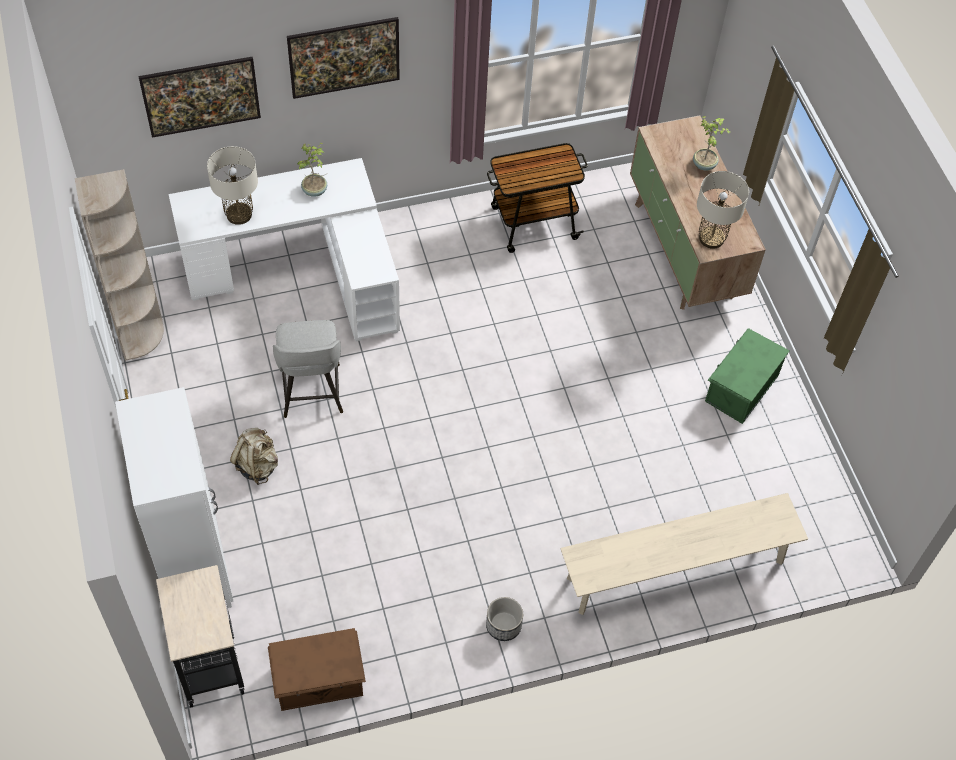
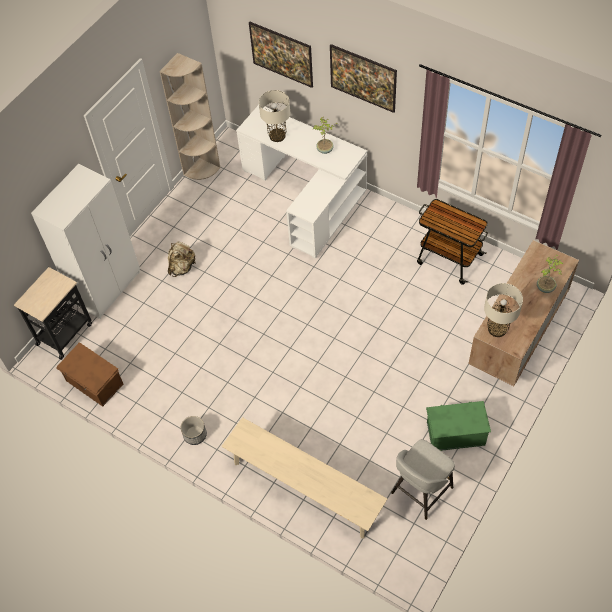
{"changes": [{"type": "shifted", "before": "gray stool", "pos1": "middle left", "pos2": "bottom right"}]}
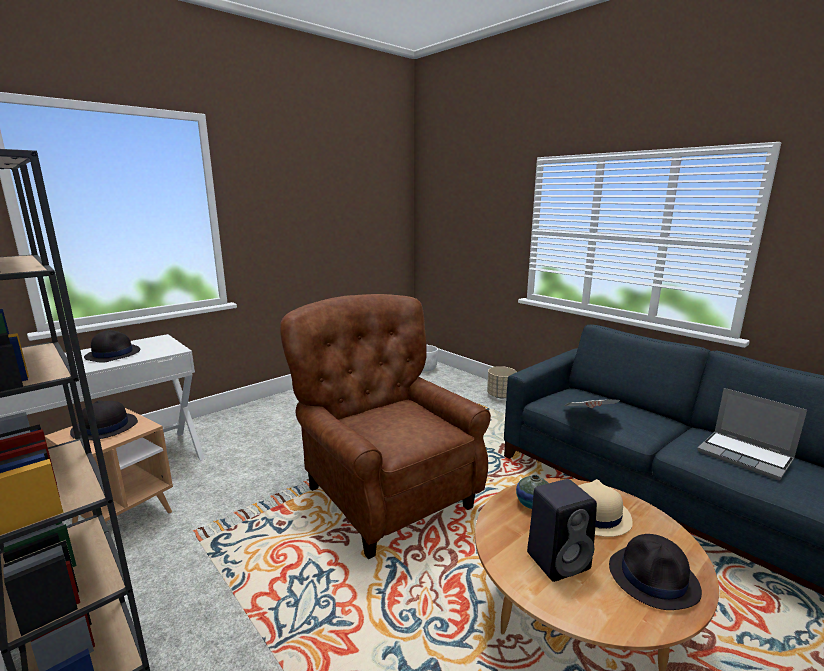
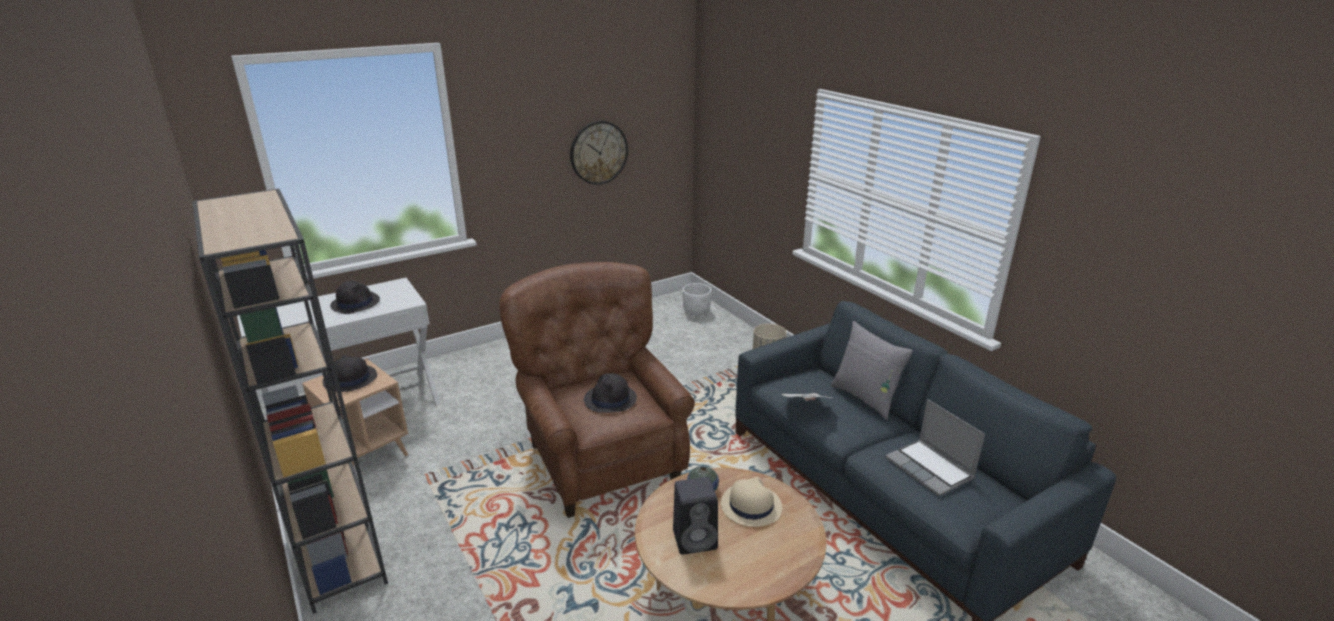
{"changes": [{"type": "shifted", "before": "black-coloured wearable hat (no. 3 from left)", "pos1": "bottom right", "pos2": "centre"}, {"type": "new", "after": "wall clock", "pos2": "top centre"}, {"type": "new", "after": "gray pillow", "pos2": "centre"}]}
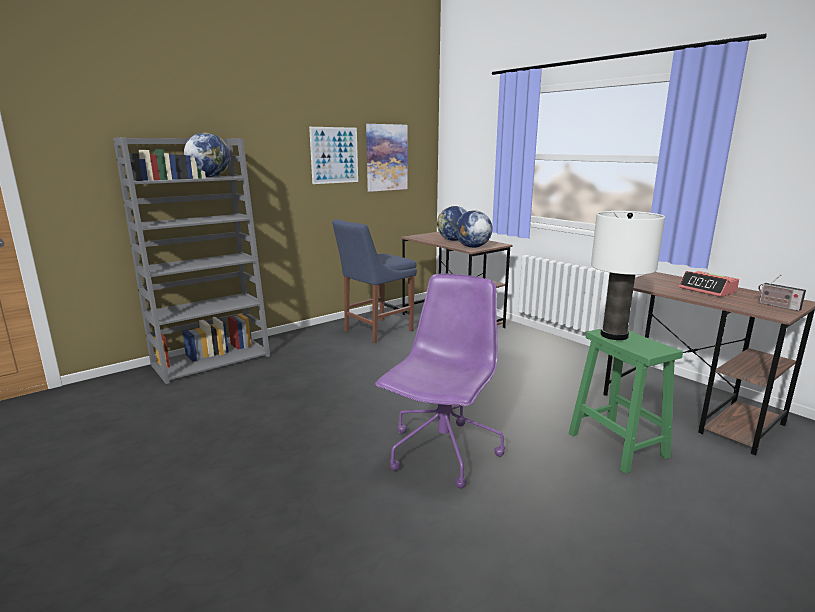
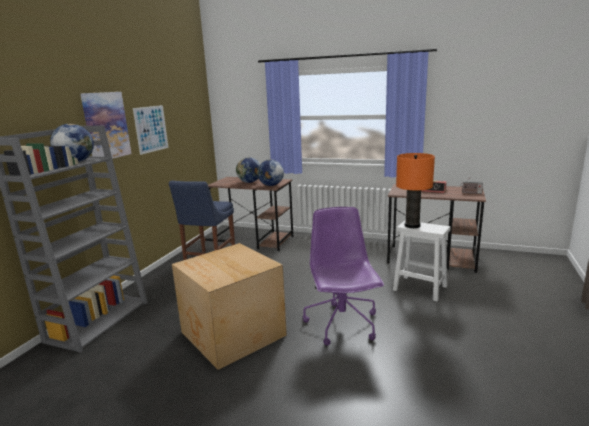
{"changes": [{"type": "shifted", "before": "wall picture (no. 2 from left in the first image)", "after": "wall picture (no. 1 from left)", "pos1": "top centre", "pos2": "top left"}, {"type": "repainted", "before": "green stool", "after": "white stool", "pos1": "middle right", "pos2": "middle right"}, {"type": "repainted", "before": "white table lamp", "after": "orangey table lamp", "pos1": "middle right", "pos2": "middle right"}, {"type": "new", "after": "carton", "pos2": "bottom centre"}]}
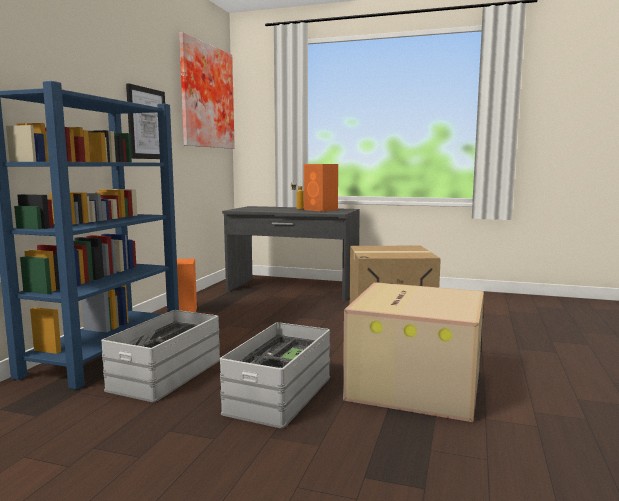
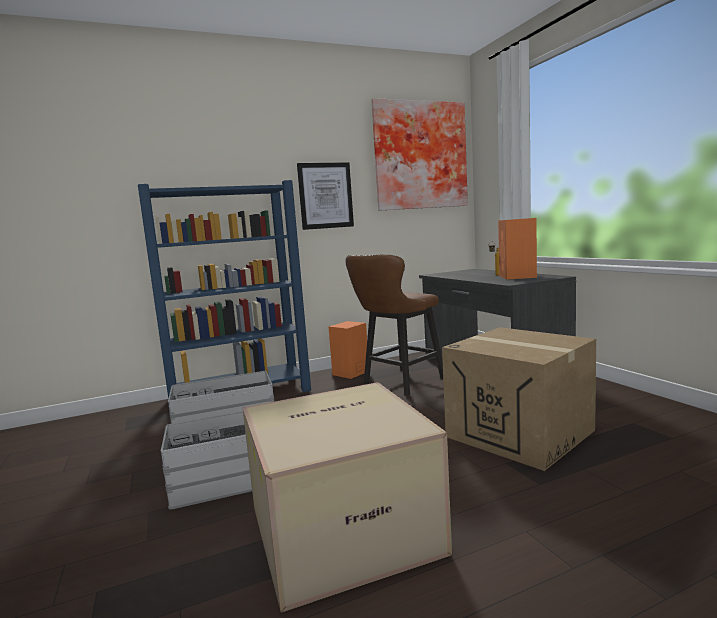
{"changes": [{"type": "new", "after": "brown stool", "pos2": "centre"}]}
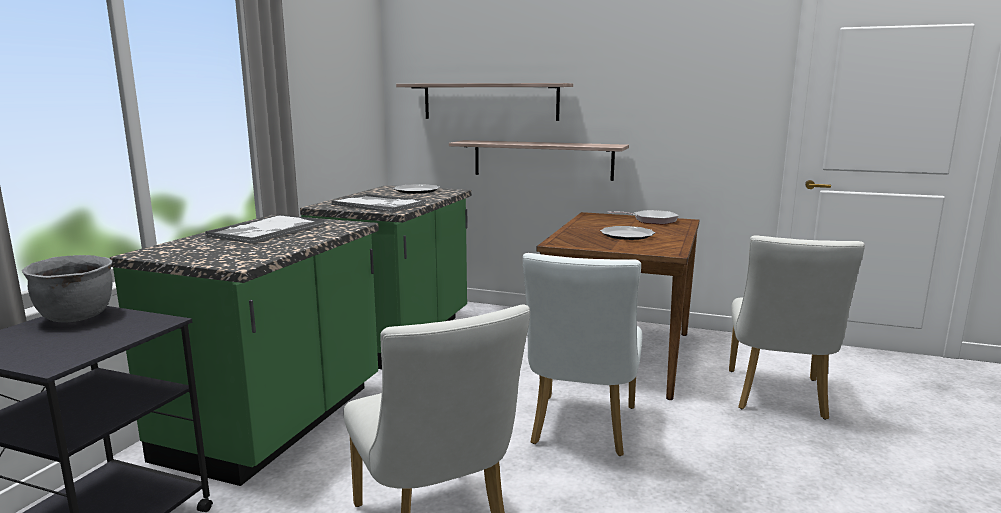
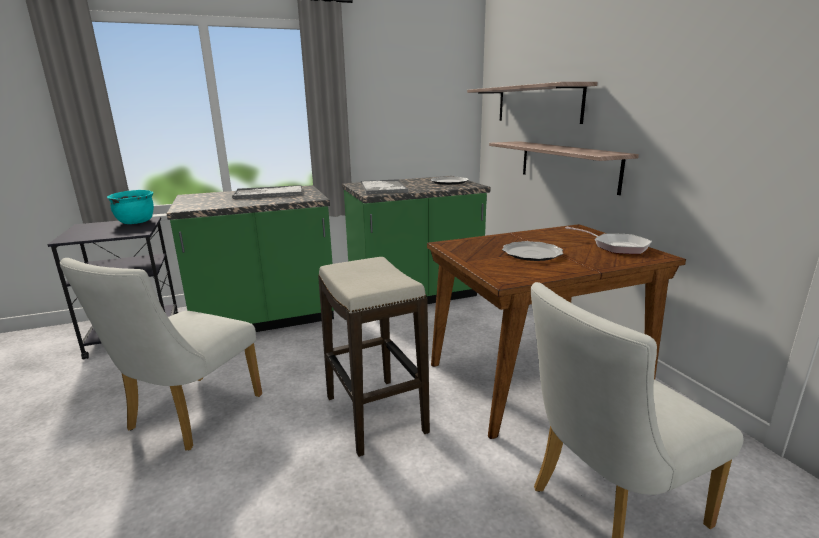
{"changes": [{"type": "repainted", "before": "gray cooking pot", "after": "blue-green cooking pot", "pos1": "middle left", "pos2": "middle left"}, {"type": "swapped", "before": "white chair (no. 2 from left)", "after": "stool", "pos1": "bottom centre", "pos2": "centre"}]}
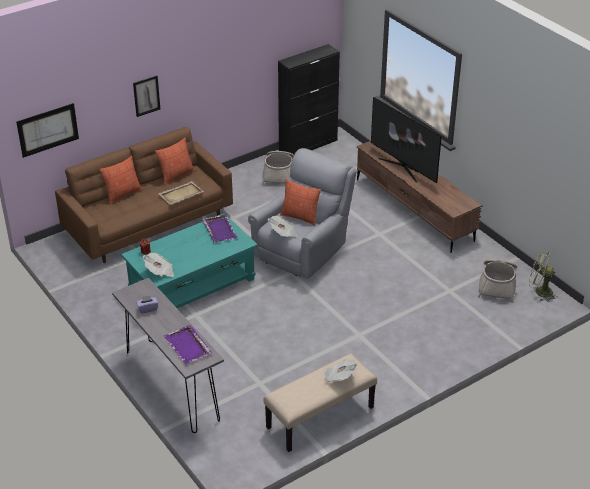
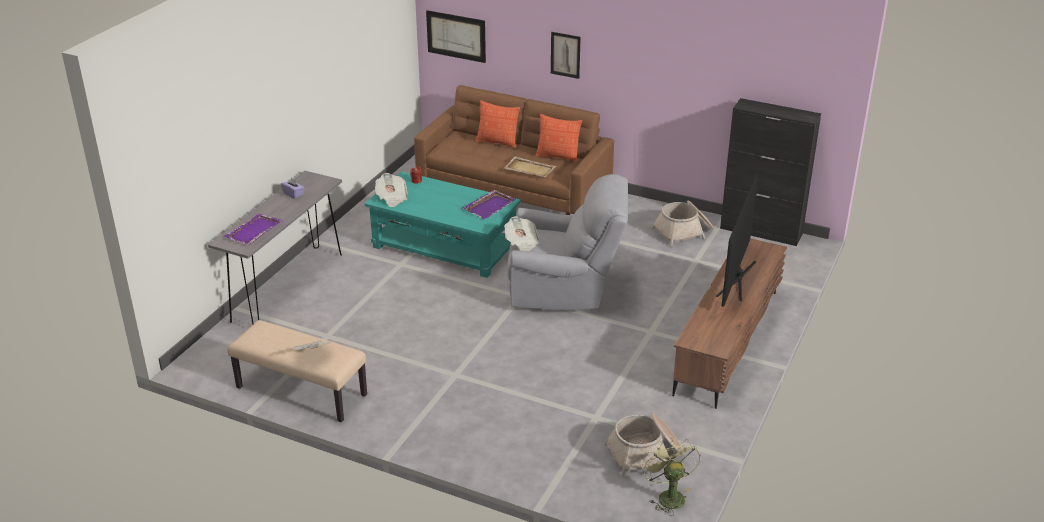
{"changes": [{"type": "gone", "before": "orangey pillow (no. 3 from left)", "pos1": "centre"}]}
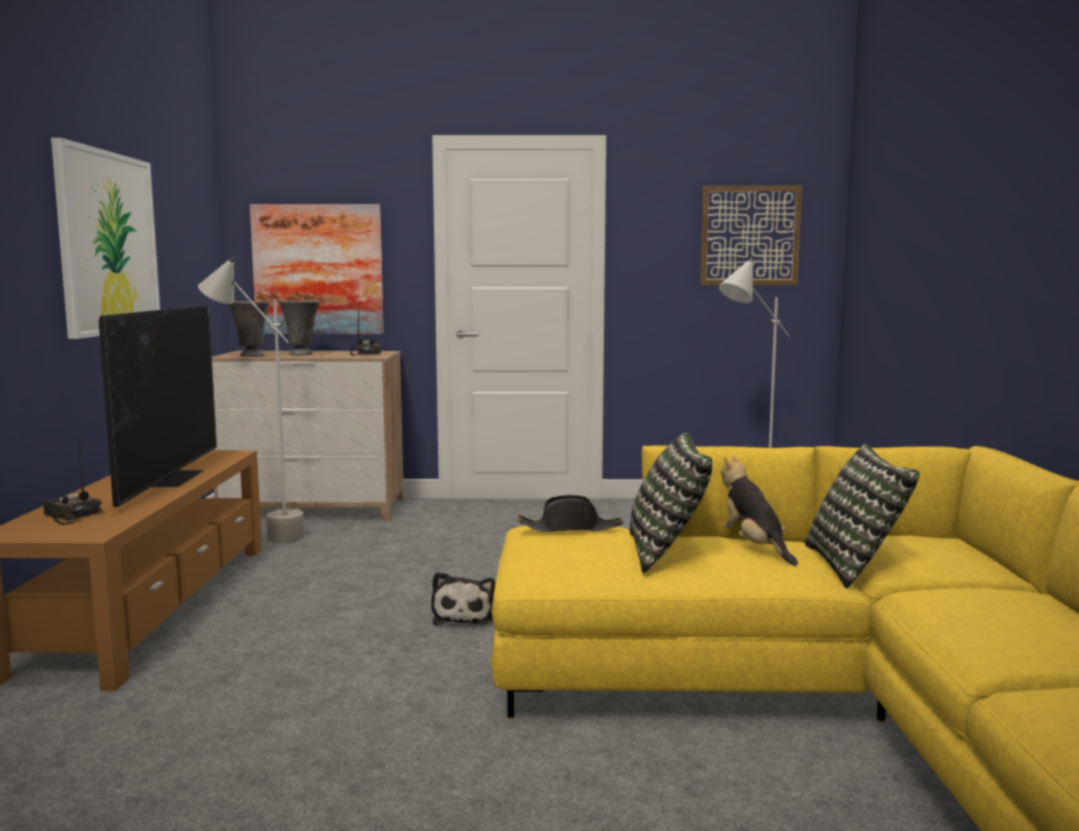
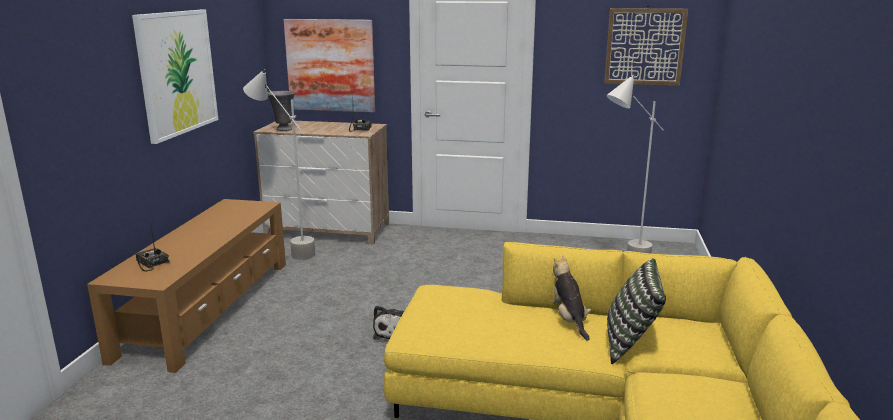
{"changes": [{"type": "gone", "before": "TV set", "pos1": "middle left"}, {"type": "gone", "before": "gray flower vase (no. 2 from left)", "pos1": "middle left"}, {"type": "gone", "before": "black-coloured wearable hat", "pos1": "centre"}, {"type": "gone", "before": "pillow (no. 1 from left)", "pos1": "centre"}]}
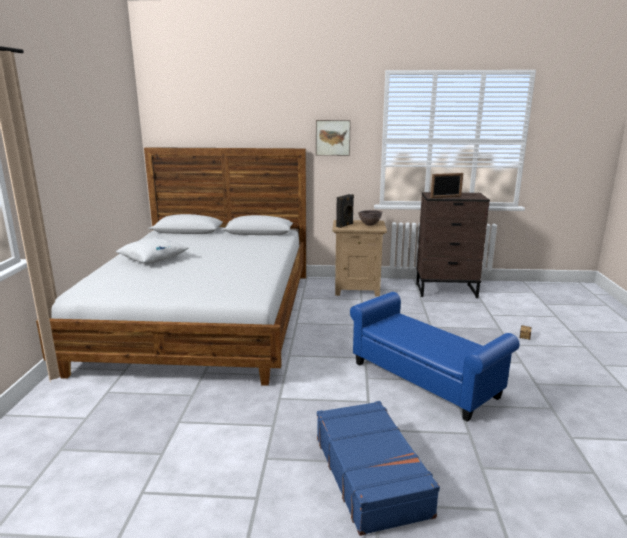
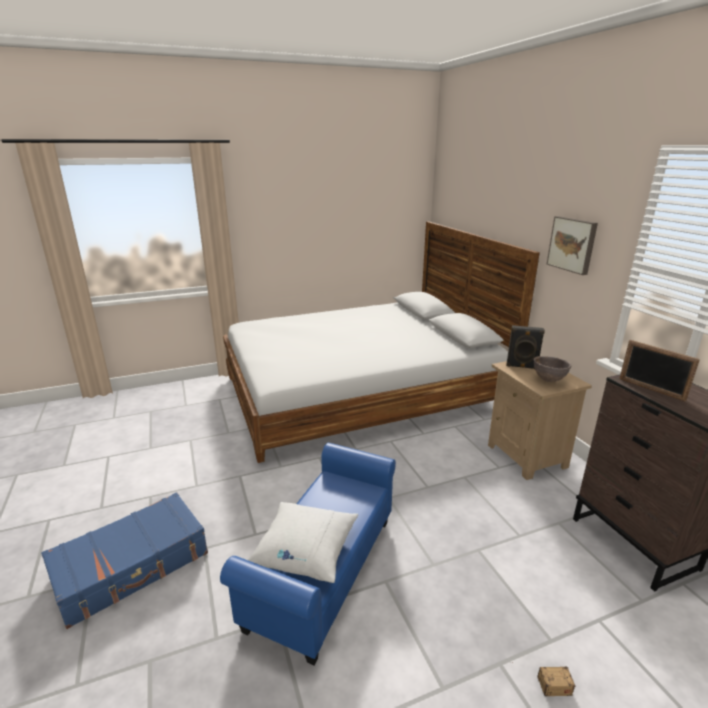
{"changes": [{"type": "shifted", "before": "gray pillow", "pos1": "middle left", "pos2": "bottom centre"}]}
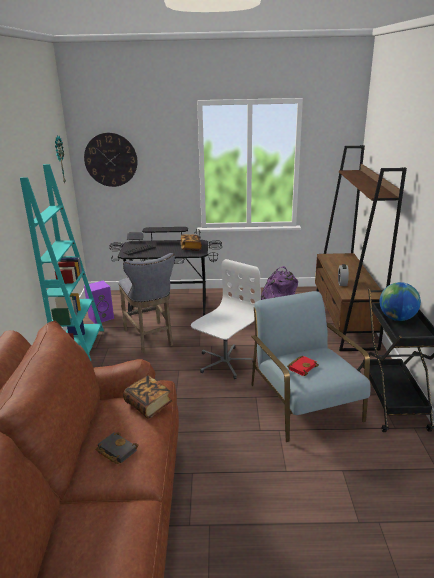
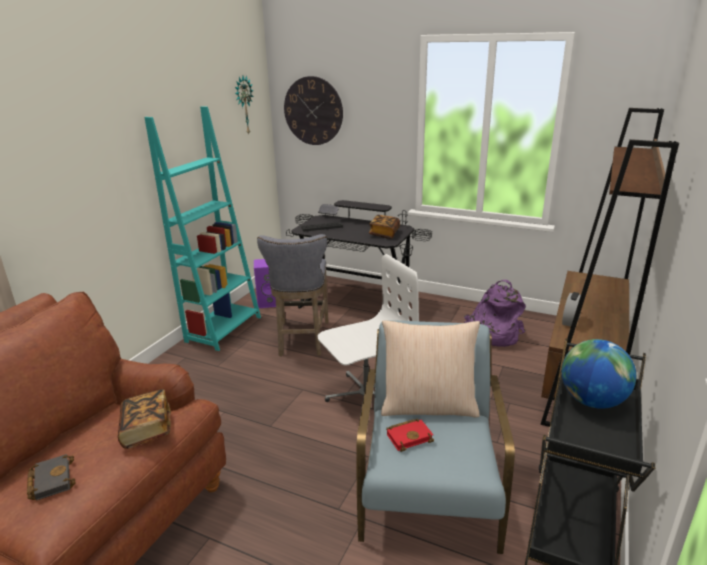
{"changes": [{"type": "new", "after": "beige pillow", "pos2": "centre"}]}
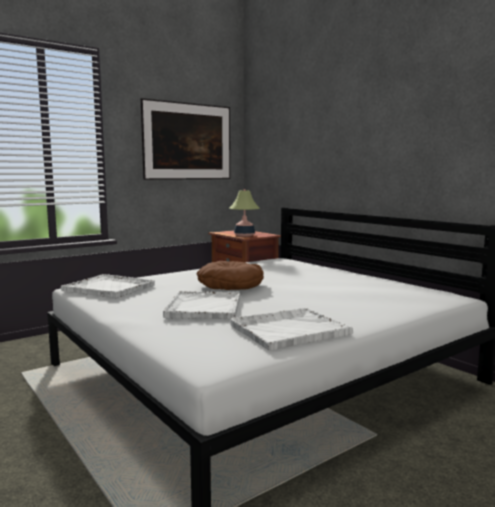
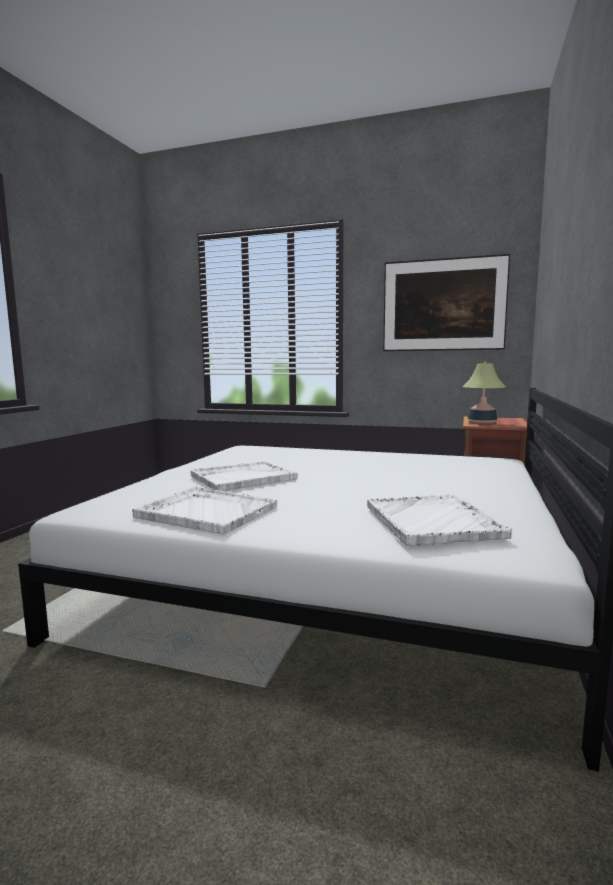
{"changes": [{"type": "shifted", "before": "white tray (no. 1 from left in the first image)", "after": "white tray (no. 3 from left)", "pos1": "middle left", "pos2": "middle right"}, {"type": "gone", "before": "brown pillow", "pos1": "centre"}]}
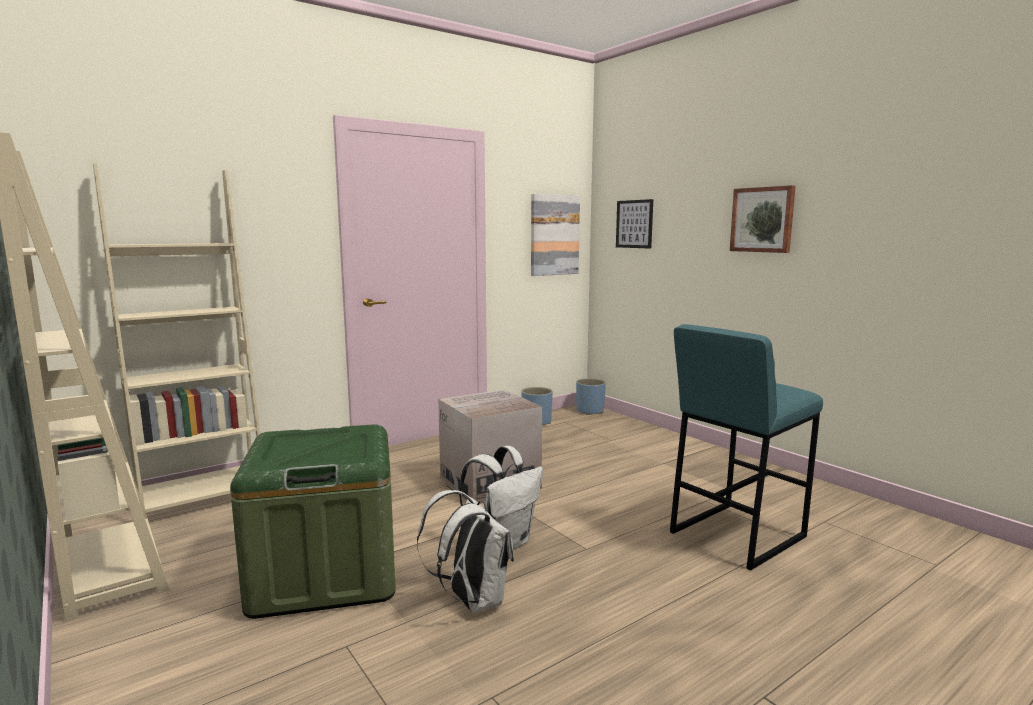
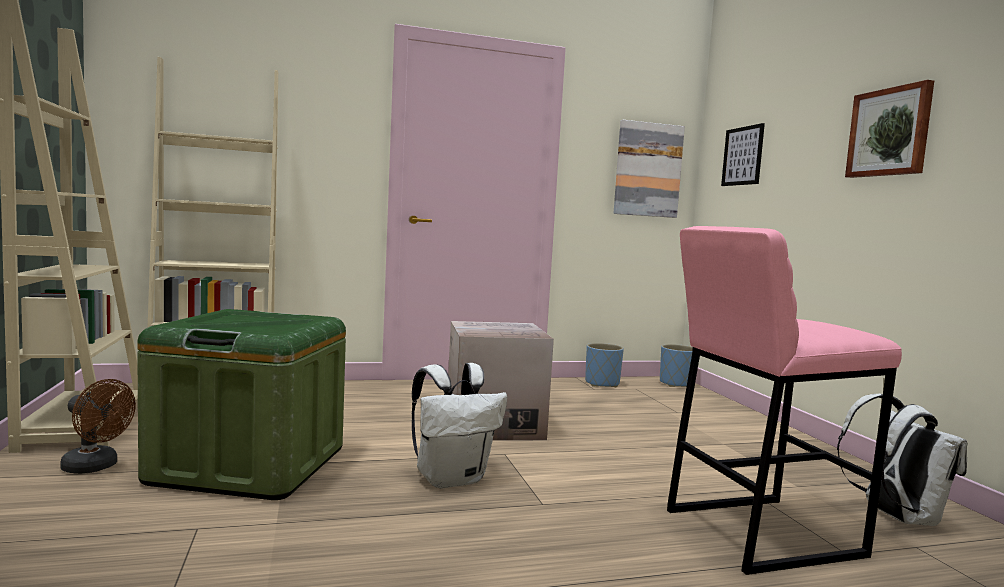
{"changes": [{"type": "shifted", "before": "white knapsack (no. 1 from left in the first image)", "after": "white knapsack (no. 2 from left)", "pos1": "bottom centre", "pos2": "bottom right"}, {"type": "repainted", "before": "blue-green stool", "after": "pink-coloured stool", "pos1": "middle right", "pos2": "bottom right"}, {"type": "new", "after": "brown cooling fan", "pos2": "bottom left"}]}
